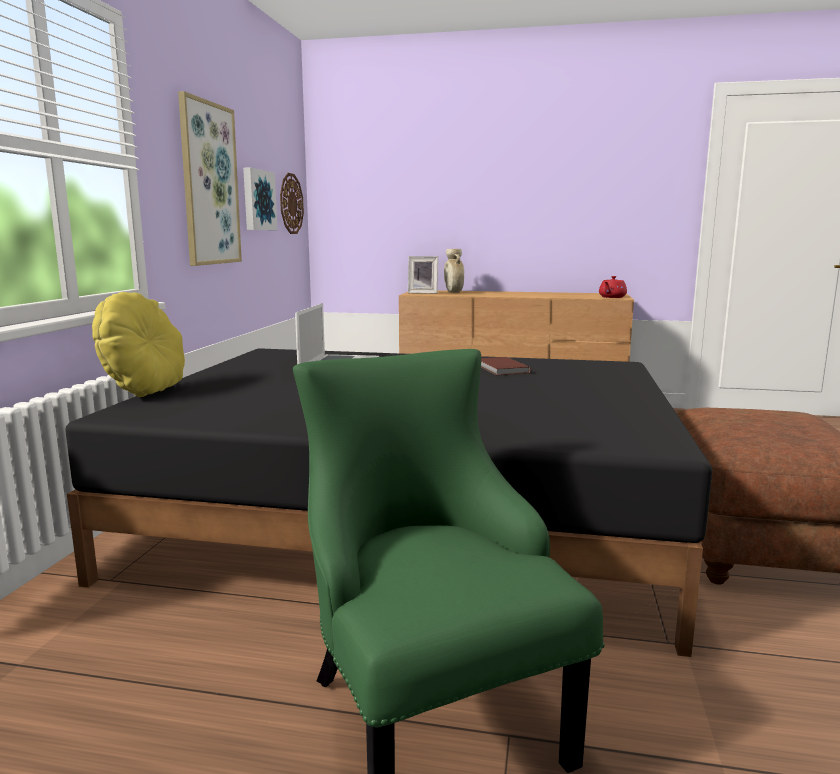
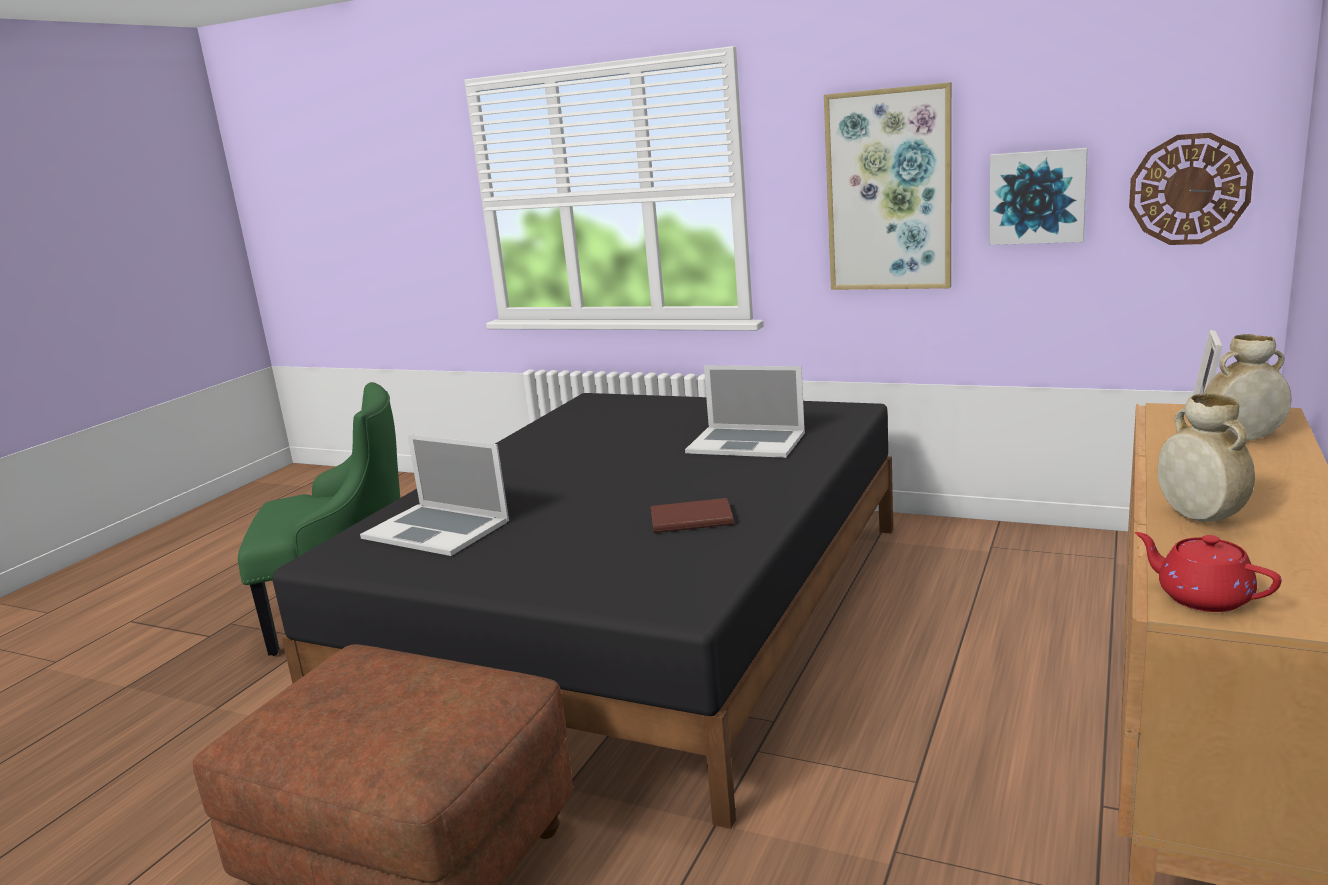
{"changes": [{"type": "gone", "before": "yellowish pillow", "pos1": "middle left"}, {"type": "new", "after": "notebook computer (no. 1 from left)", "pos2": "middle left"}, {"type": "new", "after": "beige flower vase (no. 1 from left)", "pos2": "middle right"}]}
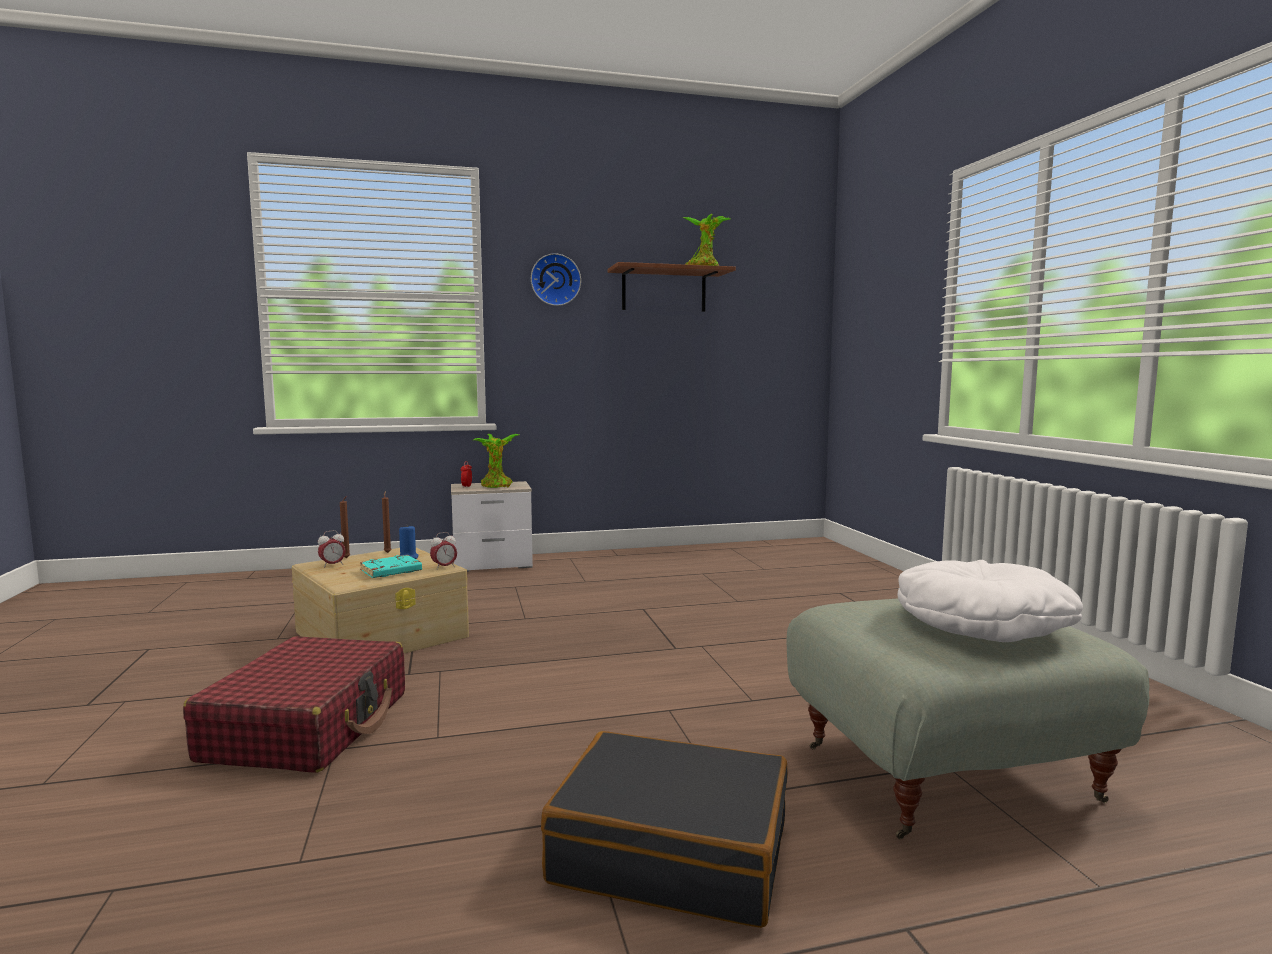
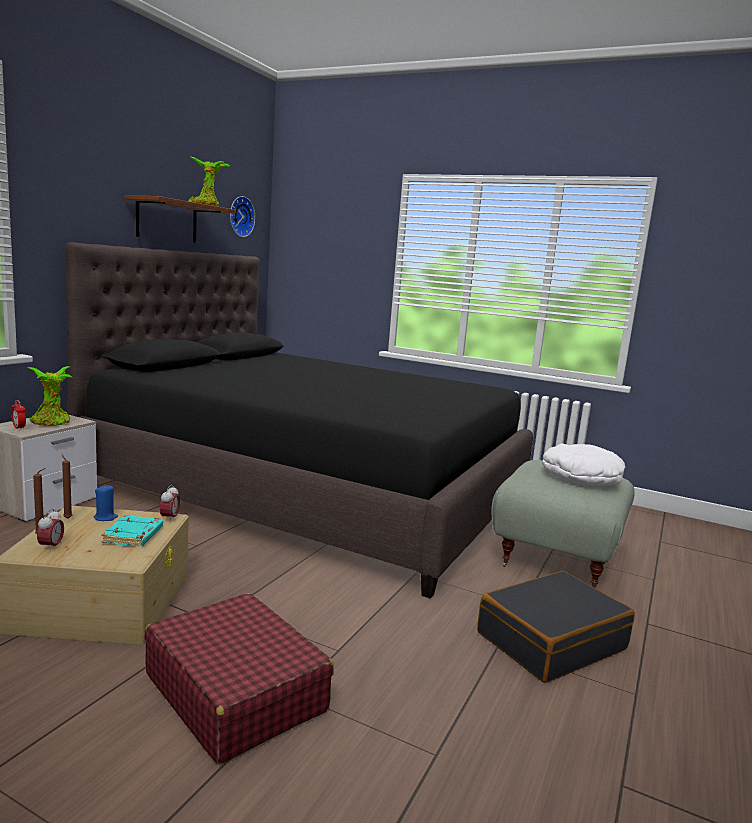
{"changes": [{"type": "shifted", "before": "wall clock", "pos1": "top centre", "pos2": "top left"}, {"type": "new", "after": "black-coloured bed", "pos2": "centre"}]}
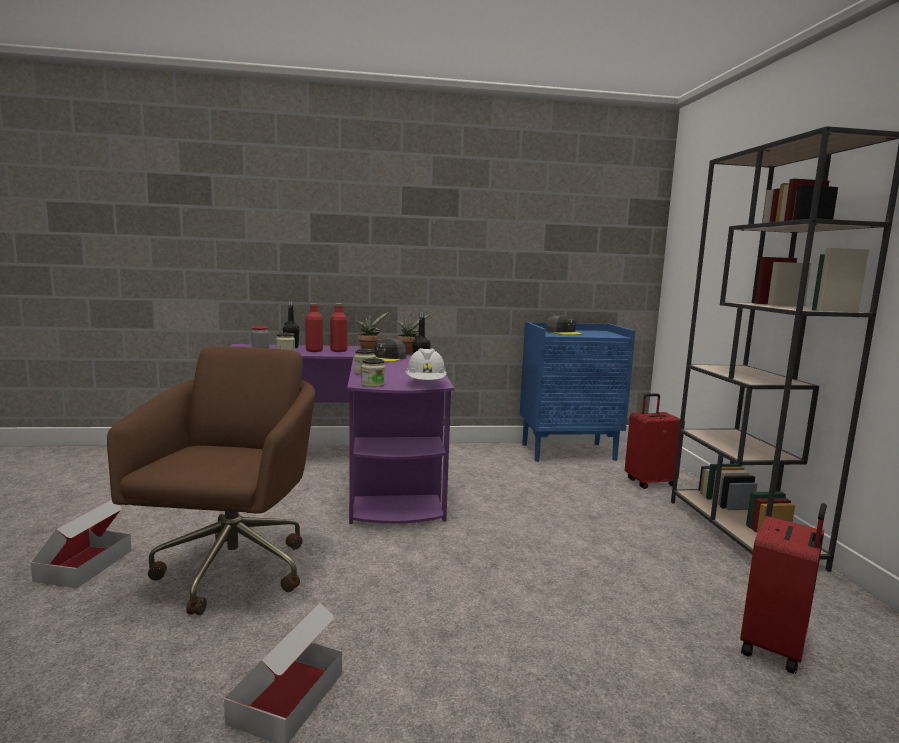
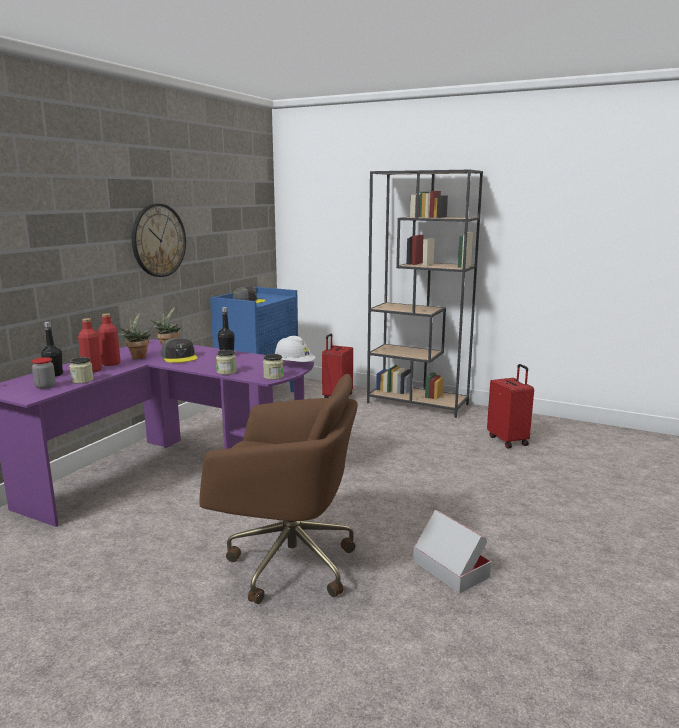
{"changes": [{"type": "gone", "before": "carton (no. 1 from left)", "pos1": "bottom left"}, {"type": "rotated", "before": "brown desk chair", "pos1": "middle left", "pos2": "bottom centre", "turn": 150}, {"type": "new", "after": "wall clock", "pos2": "top left"}]}
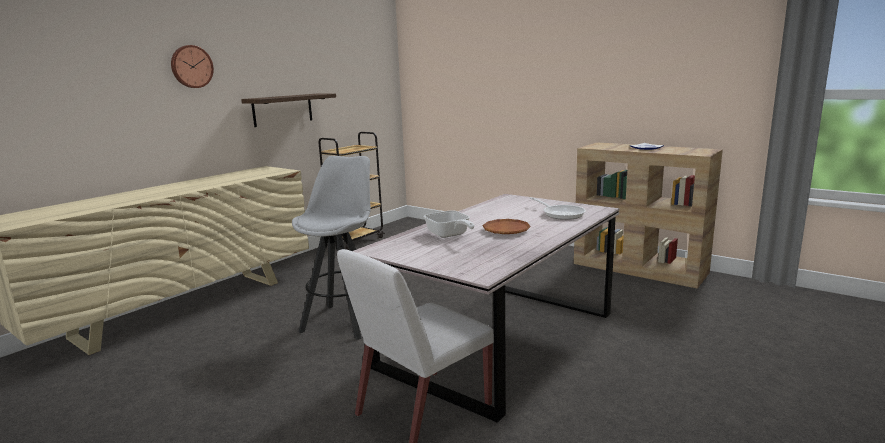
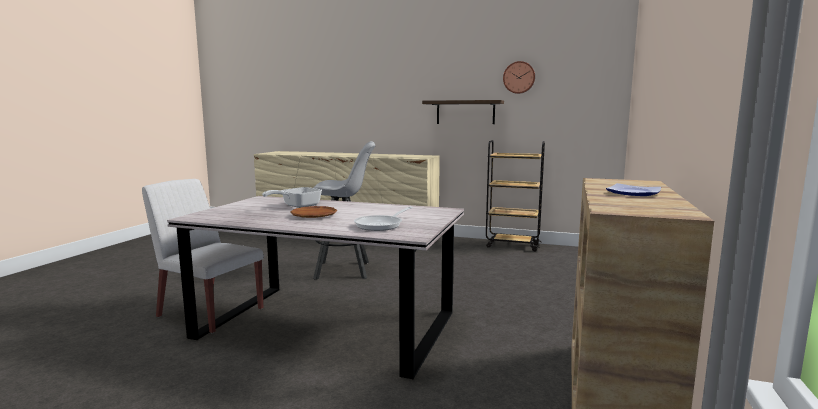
{"changes": [{"type": "shifted", "before": "wall clock", "pos1": "top left", "pos2": "top centre"}]}
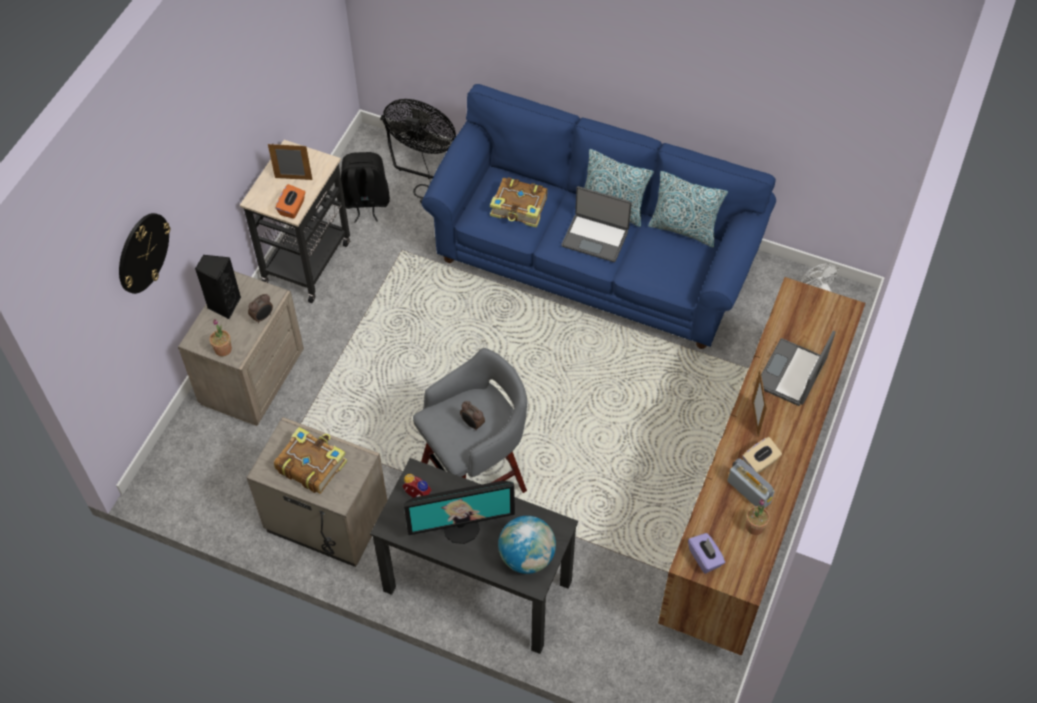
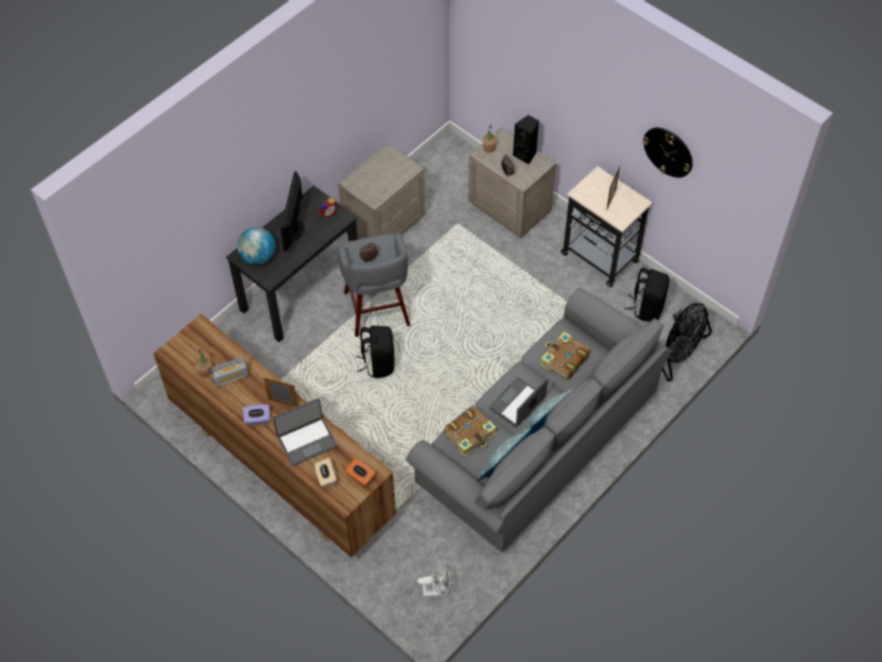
{"changes": [{"type": "shifted", "before": "wall clock", "pos1": "middle left", "pos2": "top right"}, {"type": "shifted", "before": "book (no. 1 from left)", "pos1": "middle left", "pos2": "centre"}, {"type": "shifted", "before": "orangey tissue holder", "pos1": "top left", "pos2": "bottom centre"}, {"type": "repainted", "before": "blue-coloured couch", "after": "gray couch", "pos1": "top centre", "pos2": "centre"}, {"type": "shifted", "before": "purple tissue holder", "pos1": "bottom right", "pos2": "middle left"}, {"type": "shifted", "before": "beige tissue holder", "pos1": "middle right", "pos2": "bottom centre"}, {"type": "rotated", "before": "notebook computer (no. 2 from left in the first image)", "pos1": "middle right", "pos2": "centre", "turn": 105}, {"type": "new", "after": "black-coloured knapsack (no. 1 from left)", "pos2": "centre"}]}
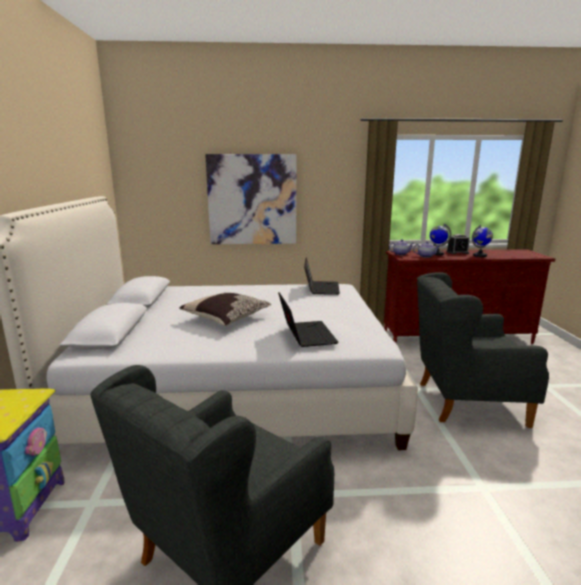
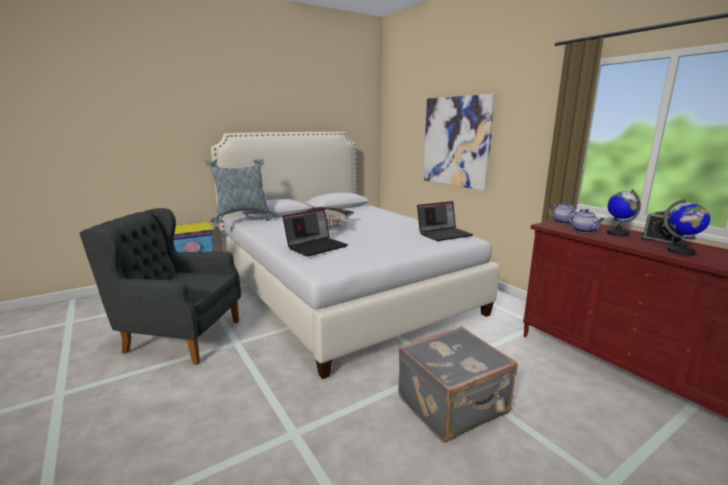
{"changes": [{"type": "swapped", "before": "gray armchair (no. 2 from left)", "after": "gray travel case", "pos1": "middle right", "pos2": "bottom centre"}, {"type": "new", "after": "pillow (no. 1 from left)", "pos2": "middle left"}]}
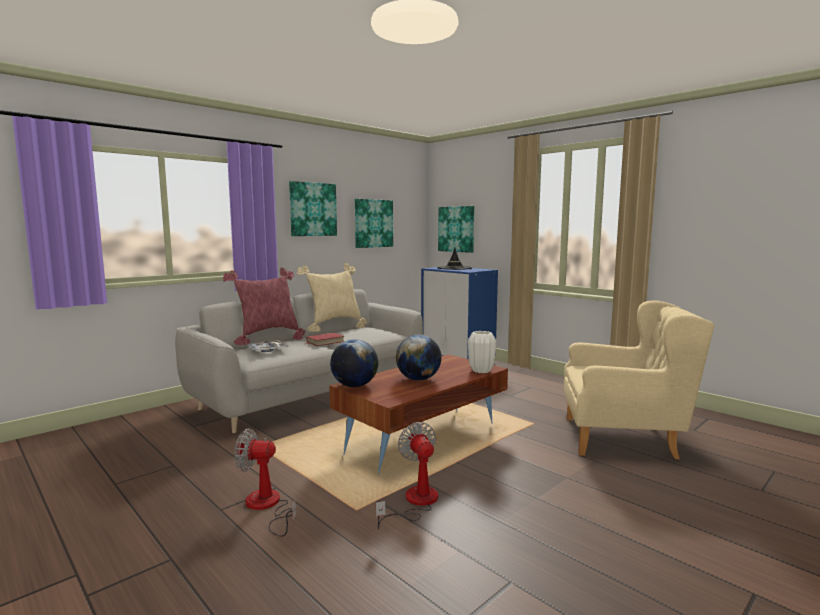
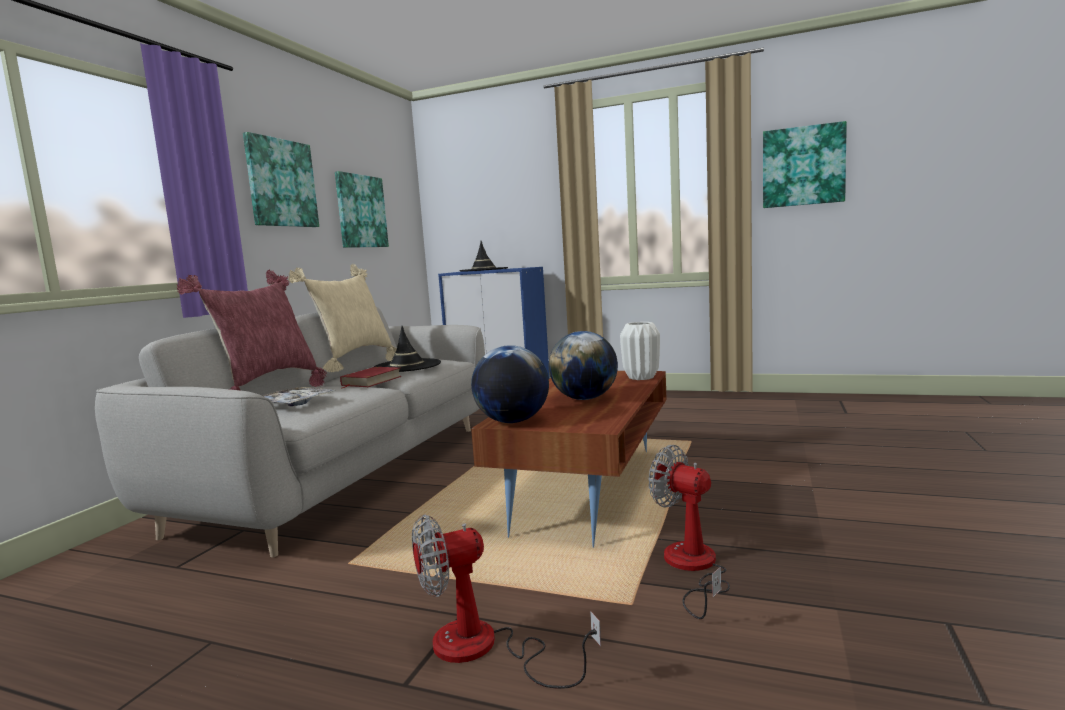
{"changes": [{"type": "shifted", "before": "wall picture (no. 3 from left)", "pos1": "centre", "pos2": "top right"}, {"type": "gone", "before": "beige armchair", "pos1": "middle right"}, {"type": "new", "after": "black-coloured wearable hat (no. 1 from left)", "pos2": "centre"}]}
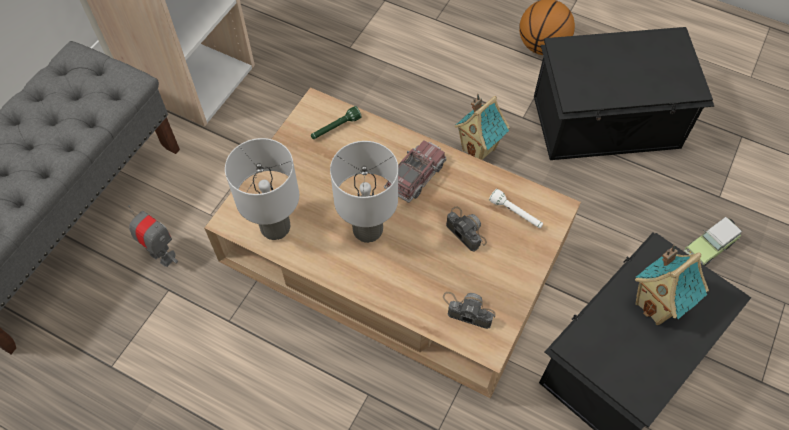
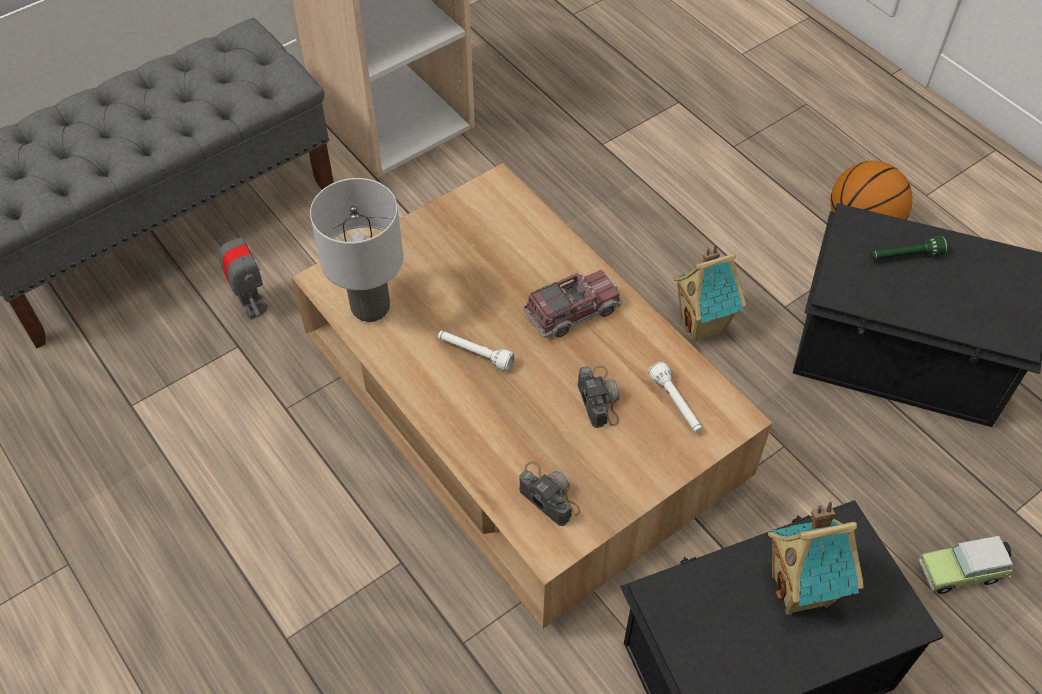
{"changes": [{"type": "shifted", "before": "green hand torch", "pos1": "top centre", "pos2": "middle right"}, {"type": "swapped", "before": "white table lamp (no. 2 from left)", "after": "white hand torch (no. 1 from left)", "pos1": "centre", "pos2": "centre"}]}
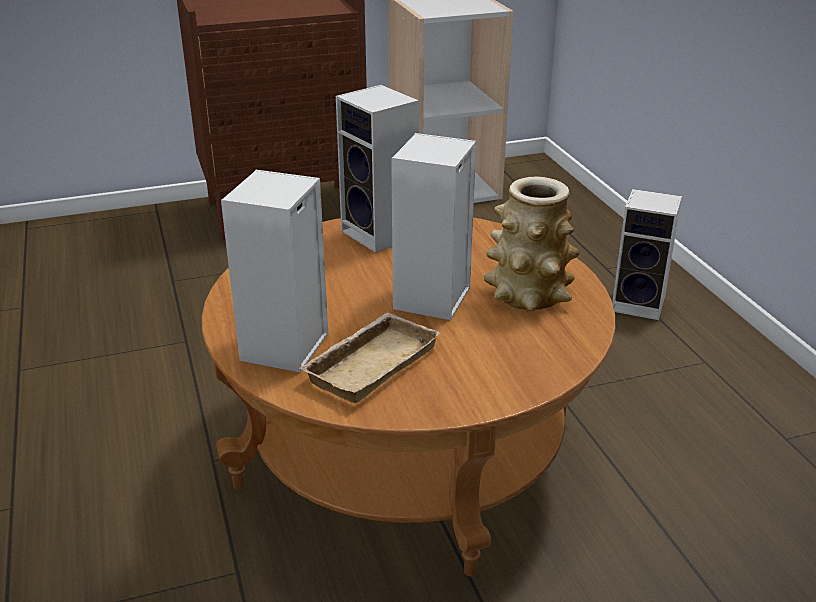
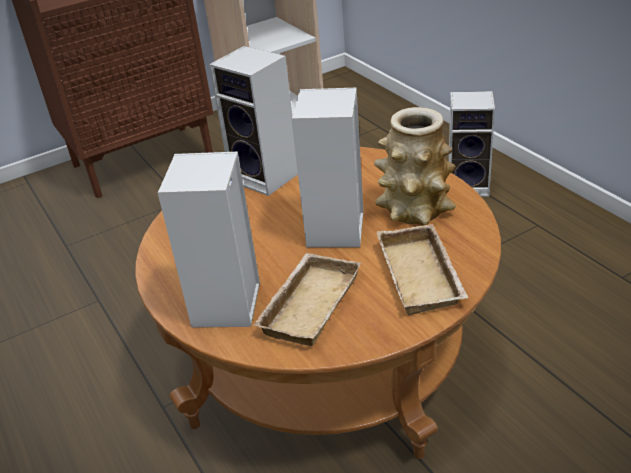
{"changes": [{"type": "new", "after": "beige tray (no. 2 from left)", "pos2": "middle right"}]}
